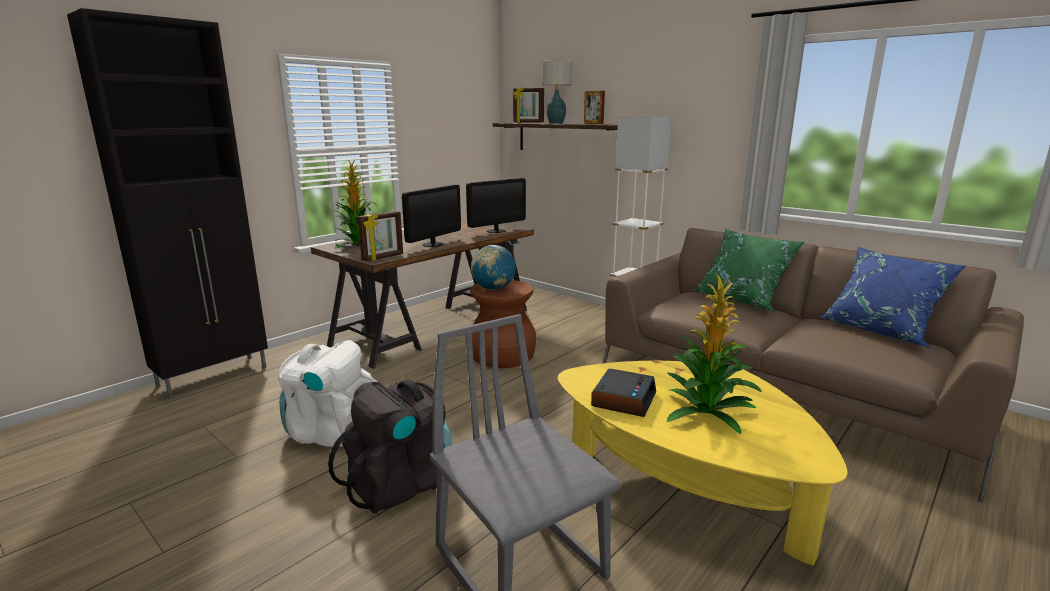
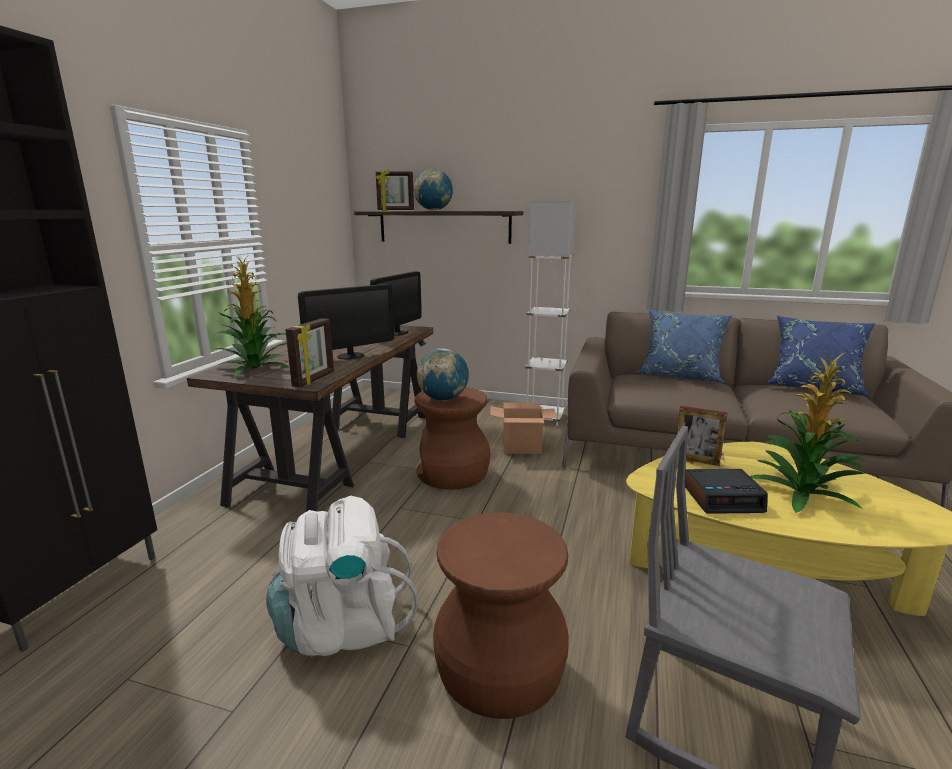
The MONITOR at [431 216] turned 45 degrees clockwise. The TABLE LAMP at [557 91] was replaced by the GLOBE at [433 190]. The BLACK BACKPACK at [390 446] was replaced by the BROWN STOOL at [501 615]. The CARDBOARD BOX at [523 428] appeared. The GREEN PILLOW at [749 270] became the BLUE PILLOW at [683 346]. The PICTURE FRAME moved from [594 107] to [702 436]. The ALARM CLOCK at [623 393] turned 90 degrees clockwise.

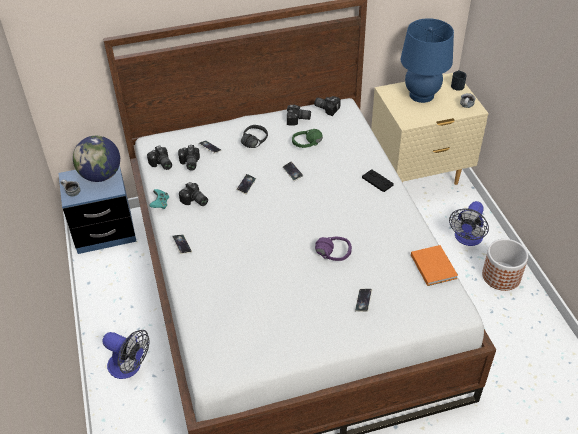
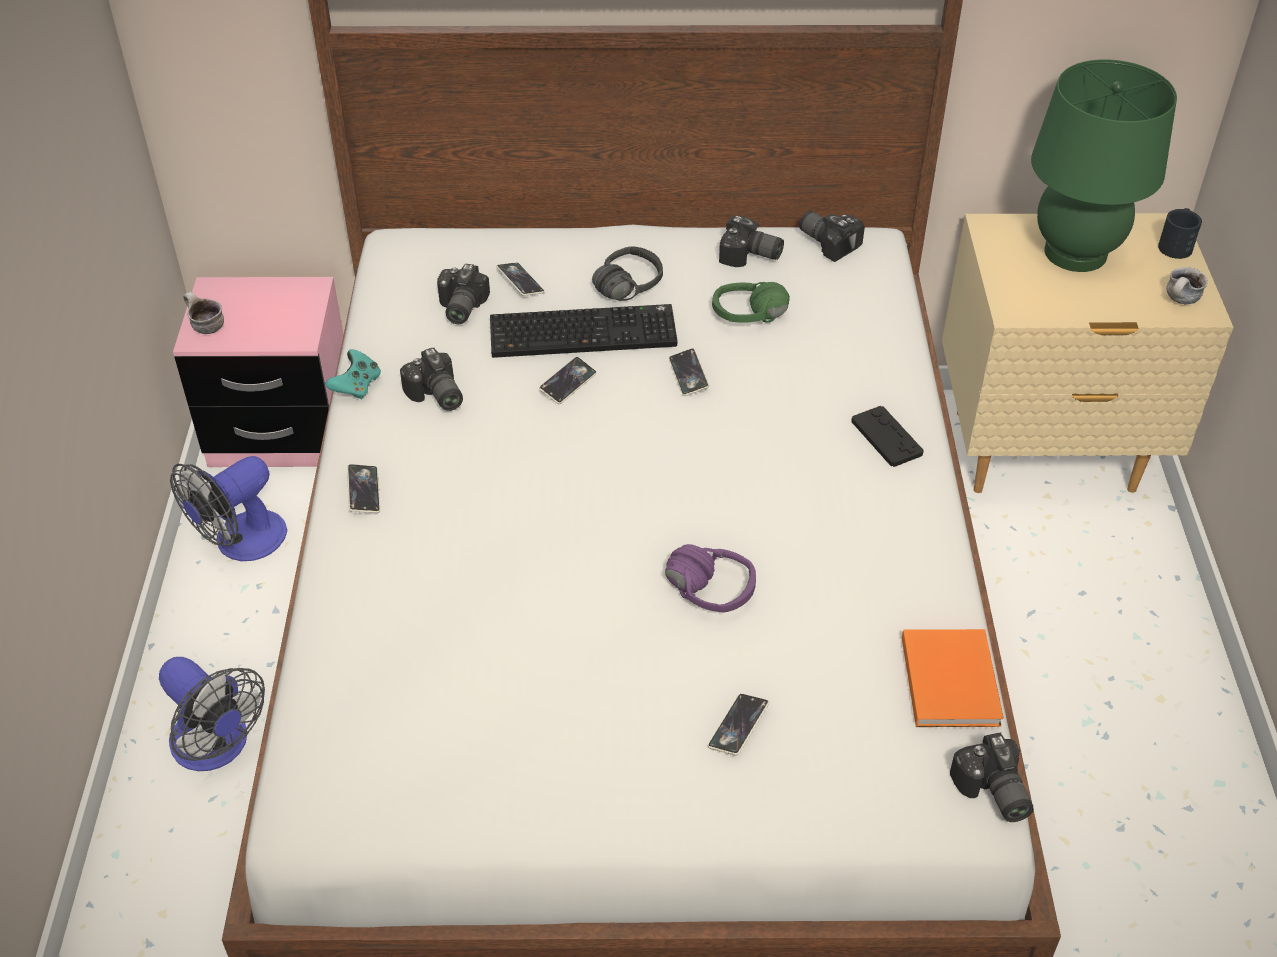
The FAN moved from [469 223] to [228 508]. The BLUE NIGHTSTAND at [97 209] became the PINK NIGHTSTAND at [258 372]. The KEYBOARD at [583 331] appeared. The PHOTO CAMERA moved from [159 157] to [992 777]. The BLUE TABLE LAMP at [427 60] became the GREEN TABLE LAMP at [1104 165]. The GLOBE at [96 159] disappeared. The PLANTER at [505 265] disappeared.

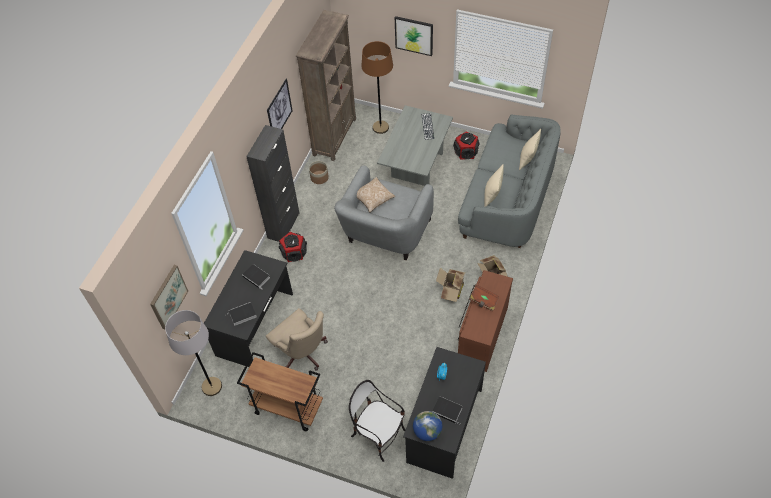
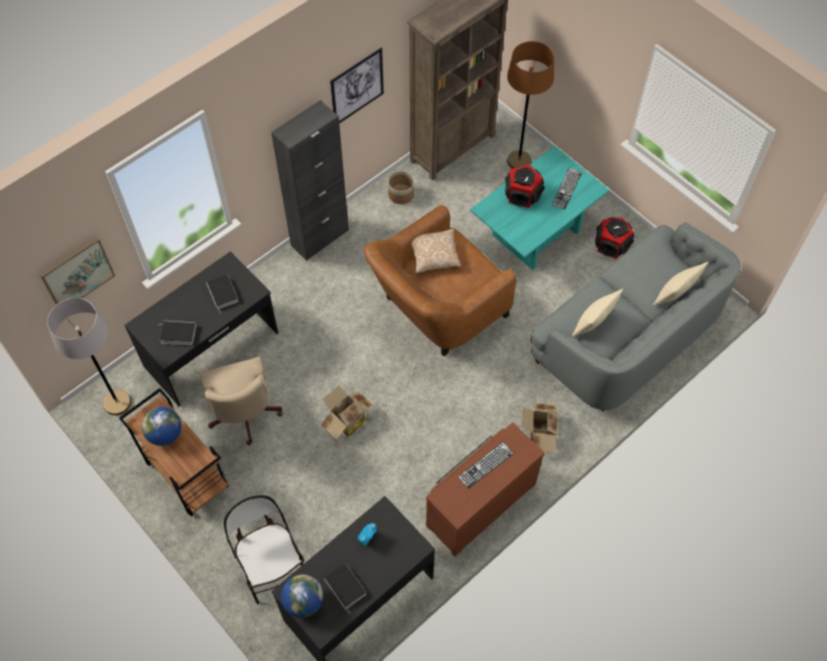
The GLOBE at [161 426] appeared. The CARDBOARD BOX moved from [450 285] to [347 412]. The GREY ARMCHAIR at [384 212] became the BROWN ARMCHAIR at [440 280]. The BROWN BOOK at [484 297] was replaced by the KEYBOARD at [486 465]. The GREY COFFEE TABLE at [415 145] became the TURQUOISE COFFEE TABLE at [539 208]. The SPEAKER moved from [293 247] to [524 186]. The PICTURE at [414 36] disappeared.

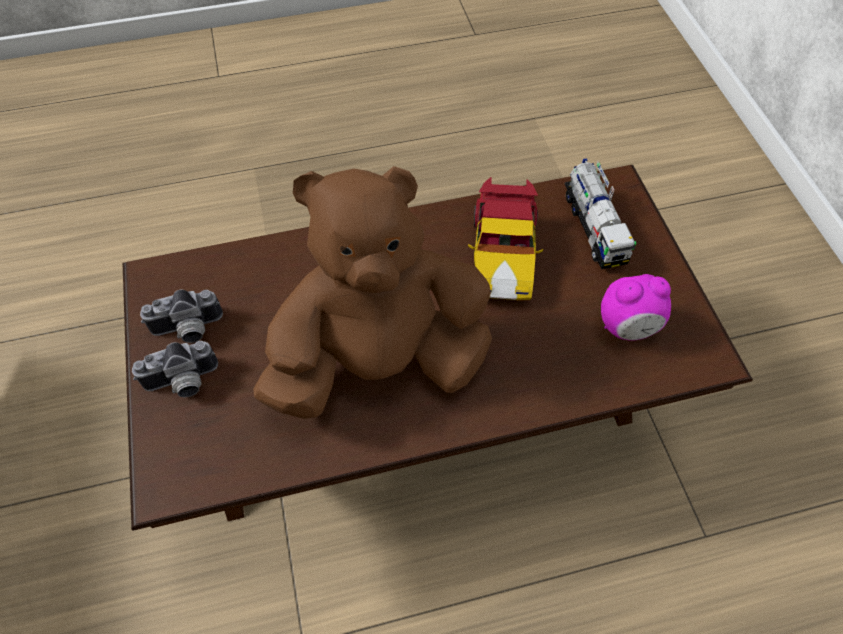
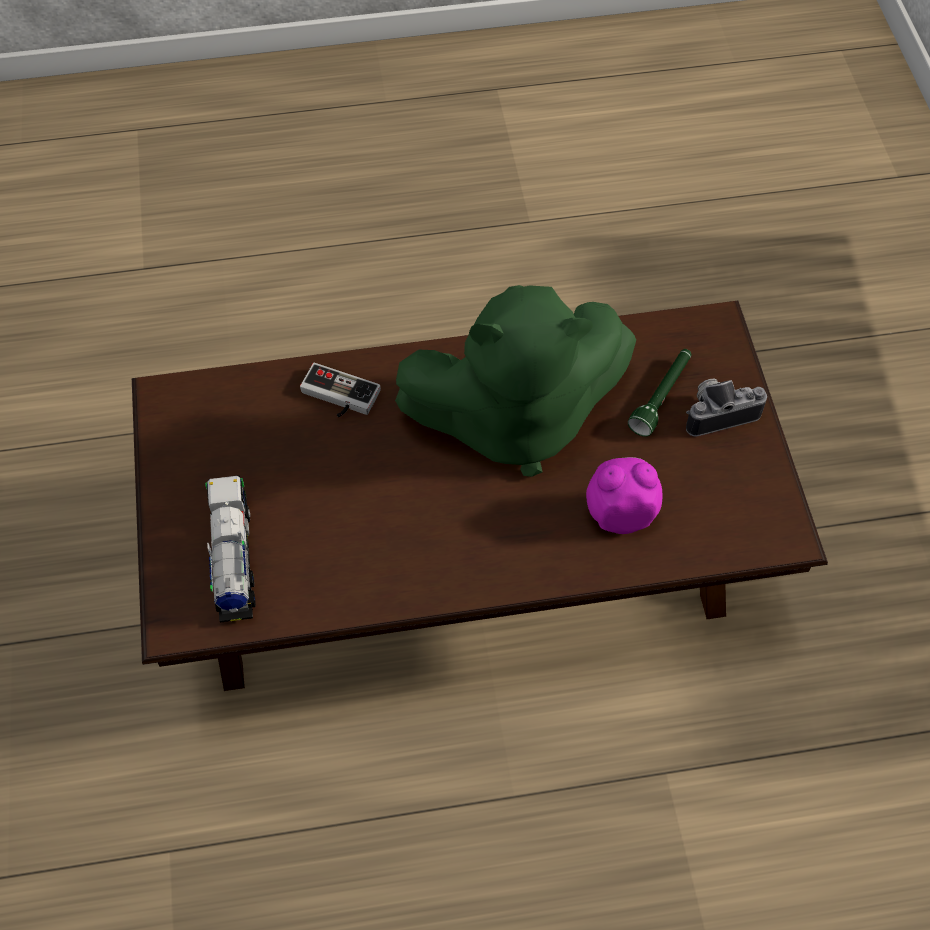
The GAME CONTROLLER at [340 390] appeared. The BROWN PLUSH TOY at [372 292] became the GREEN PLUSH TOY at [515 381]. The ALARM CLOCK moved from [636 307] to [624 495]. The GREEN FLASHLIGHT at [659 393] appeared. The PHOTO CAMERA at [181 316] disappeared. The TOY CAR at [505 239] disappeared.

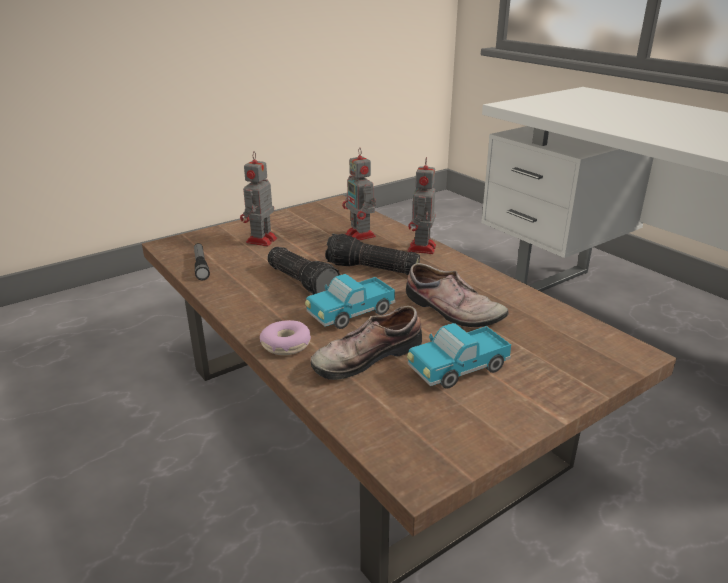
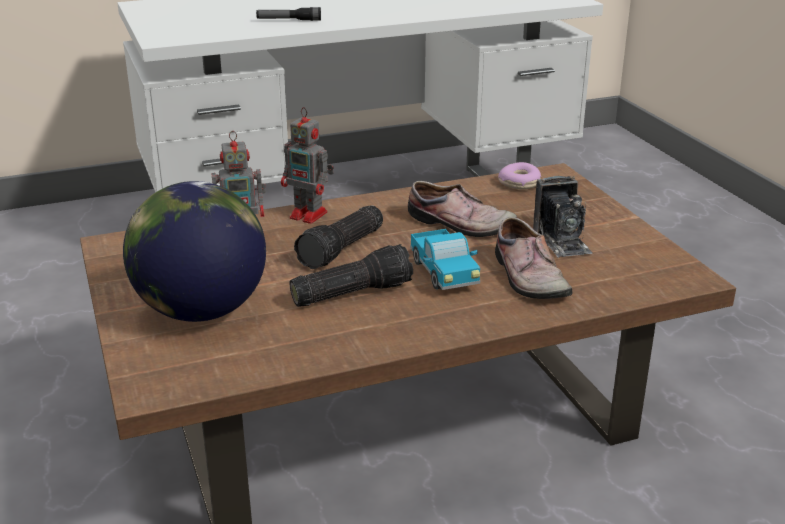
The TOY ROBOT at [259 199] was replaced by the GLOBE at [194 251]. The FLASHLIGHT moved from [202 261] to [288 14]. The SHOE at [457 295] turned 60 degrees clockwise. The DONUT moved from [285 337] to [519 175]. The TOY TRUCK at [459 356] was replaced by the PHOTO CAMERA at [562 217].

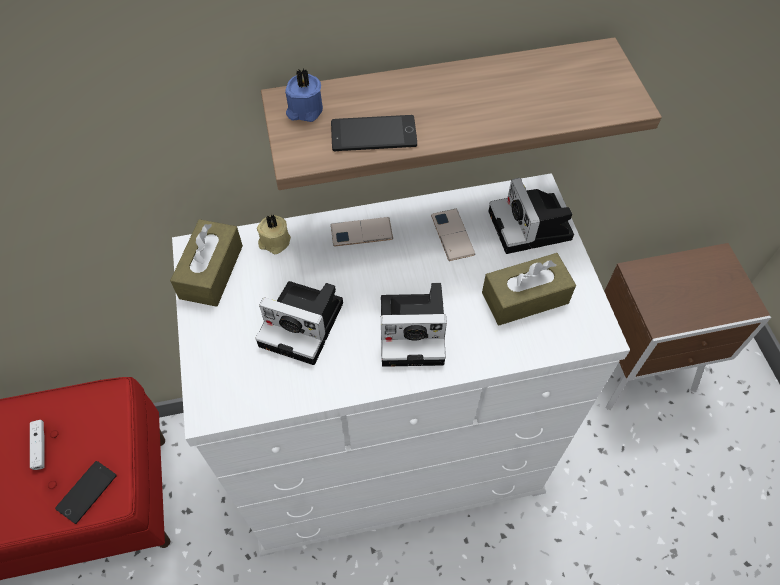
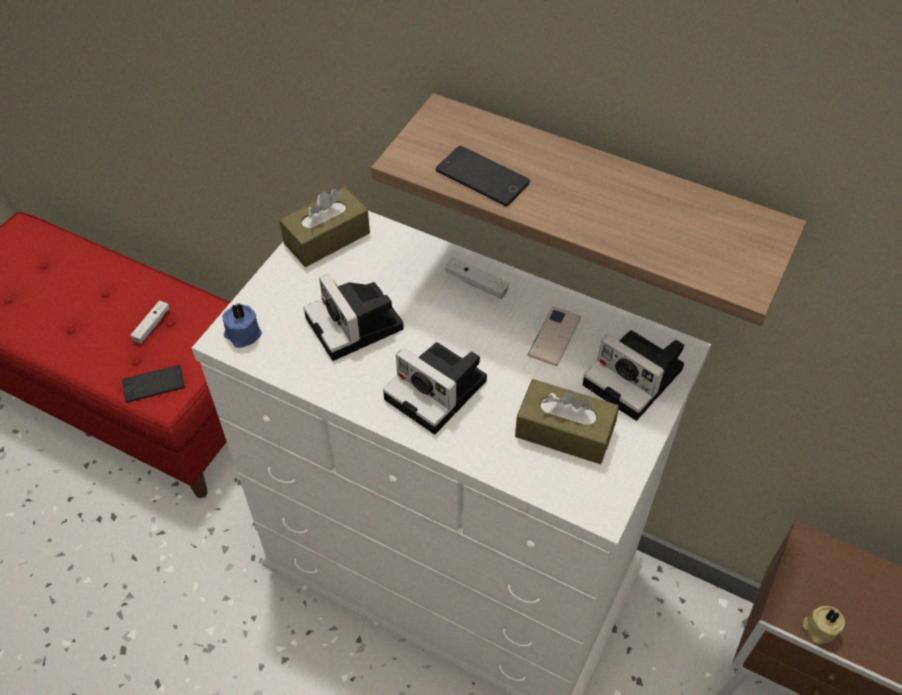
The BLUE CANDLE moved from [304 95] to [242 325]. The PHONE at [362 231] was replaced by the WHITE GAME CONTROLLER at [477 278]. The PHOTO CAMERA at [531 216] turned 75 degrees counterclockwise. The BEIGE CANDLE moved from [274 234] to [824 625].

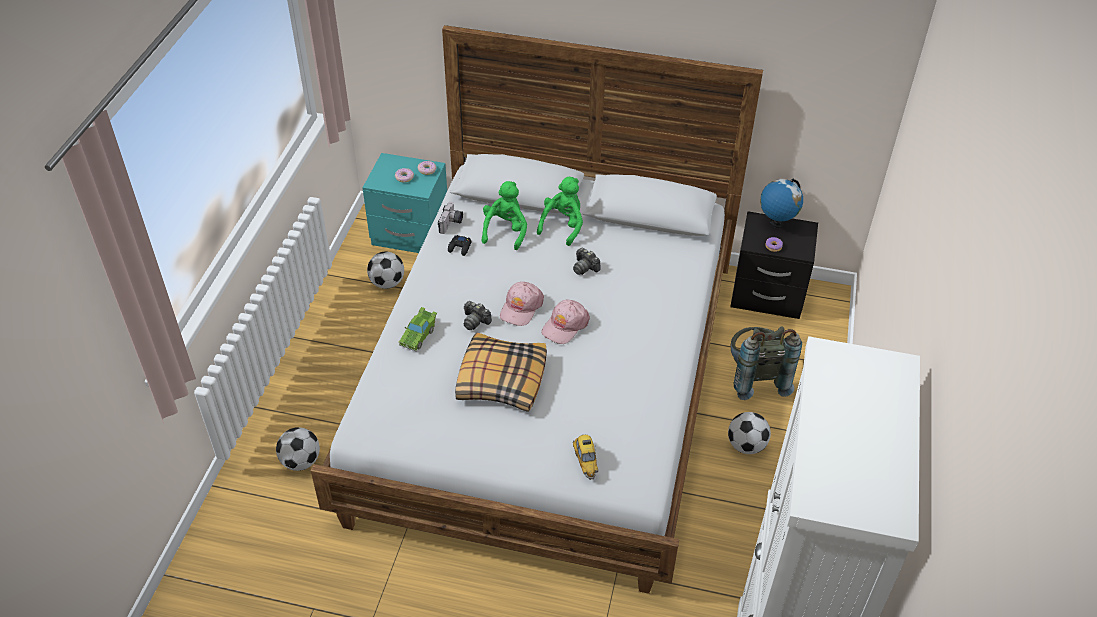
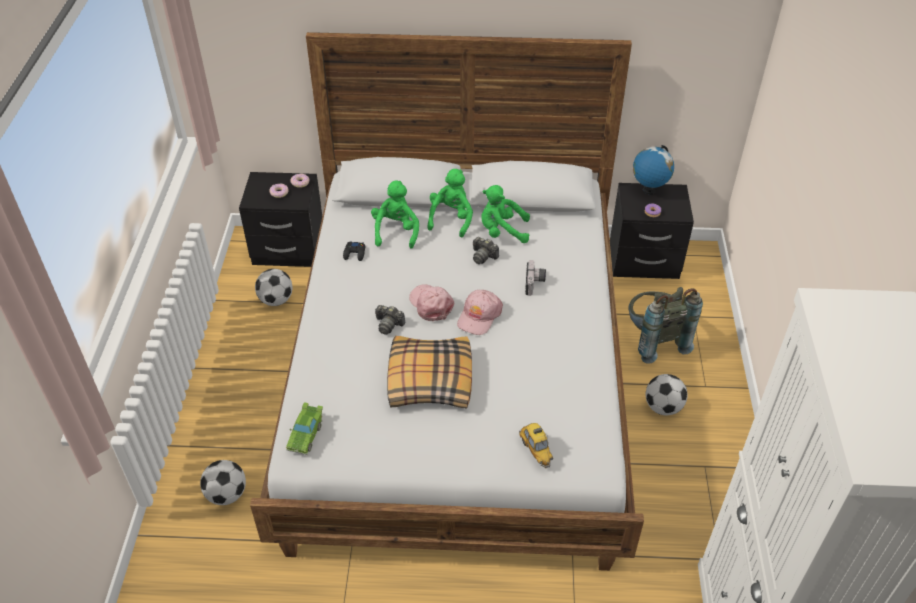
The TURQUOISE NIGHTSTAND at [404 203] became the BLACK NIGHTSTAND at [280 219]. The GREEN TOY CAR moved from [418 329] to [304 428]. The PINK CAP at [522 304] turned 135 degrees clockwise. The GREEN PLUSH TOY at [505 214] appeared. The PHOTO CAMERA moved from [450 218] to [535 278].

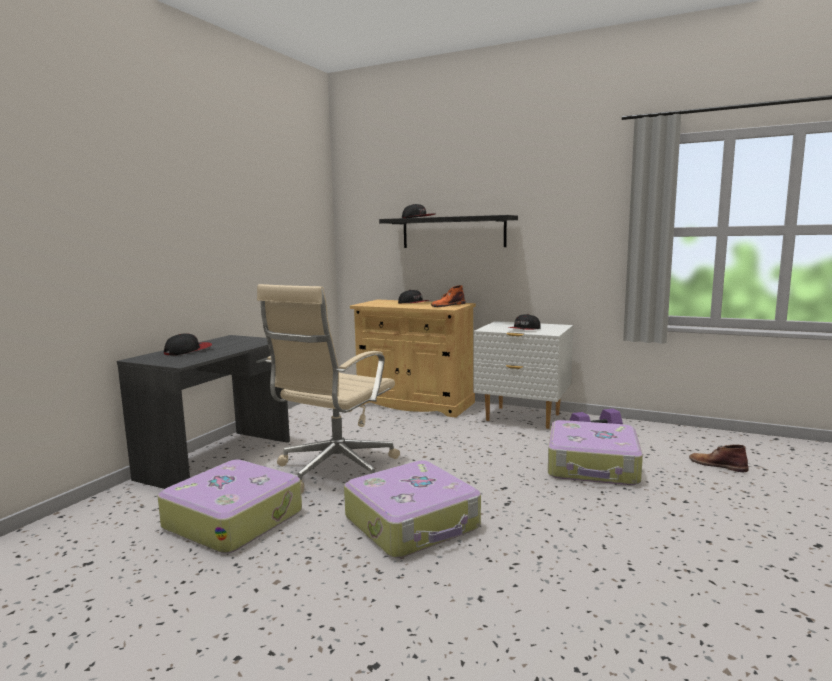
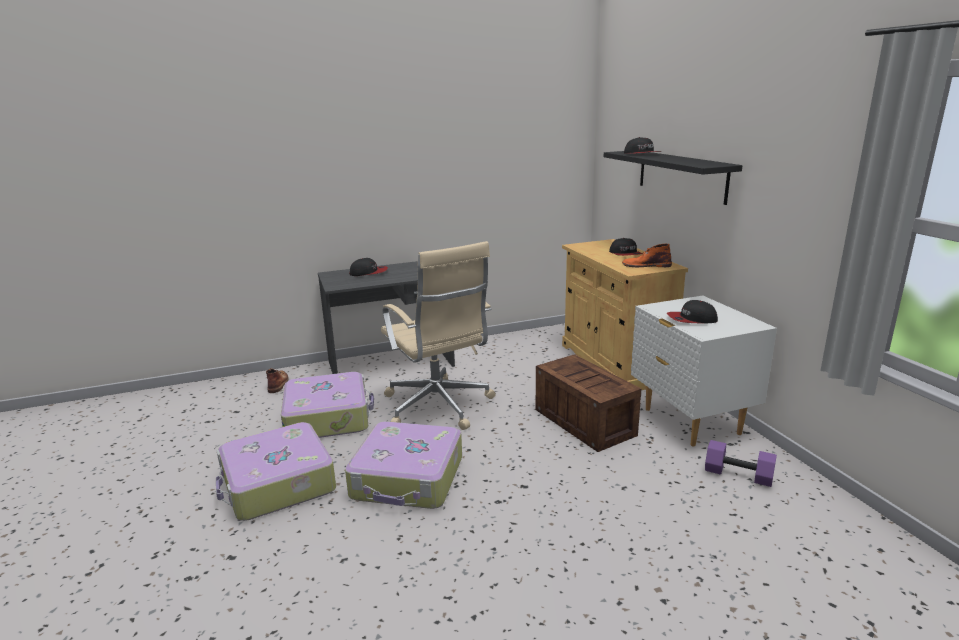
The SUITCASE moved from [595 452] to [276 471]. The BROWN BOOT moved from [719 458] to [277 380]. The BEIGE OFFICE CHAIR at [328 389] turned 105 degrees counterclockwise. The CRATE at [588 403] appeared.

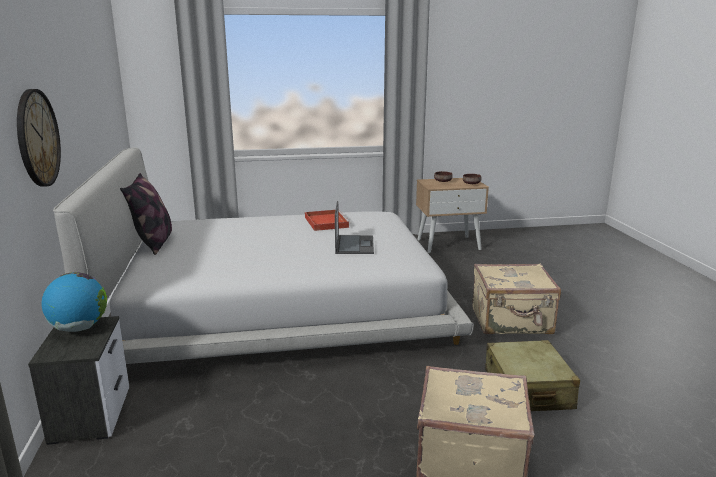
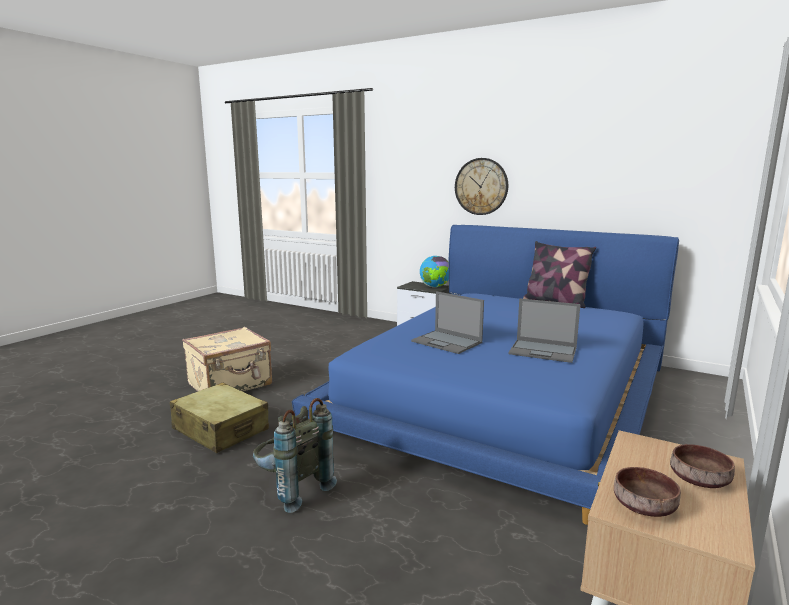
The BEIGE SUITCASE at [516 299] was replaced by the GREY BACKPACK at [295 455]. The WHITE BED at [263 255] became the BLUE BED at [485 375]. The RED TRAY at [328 220] was replaced by the LAPTOP at [544 331].

